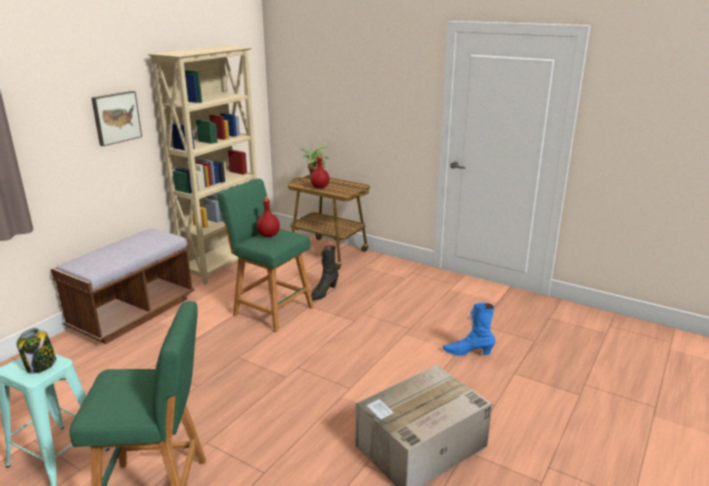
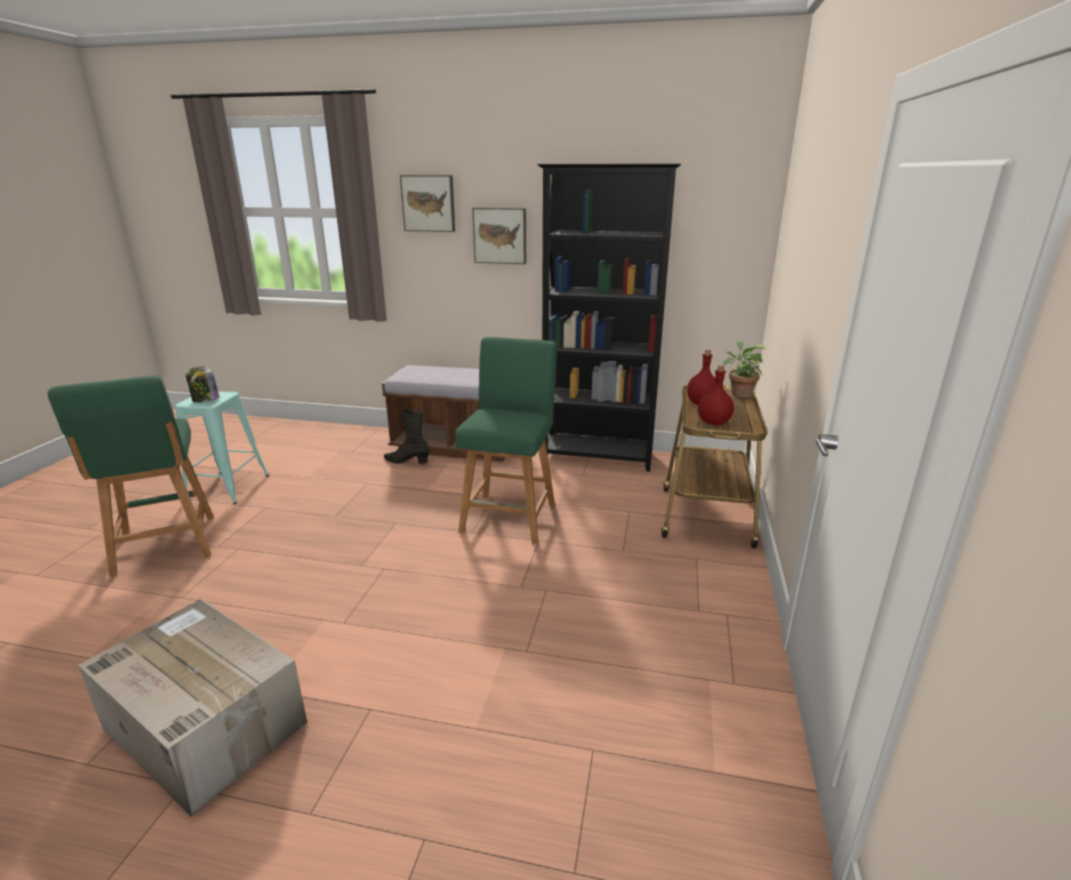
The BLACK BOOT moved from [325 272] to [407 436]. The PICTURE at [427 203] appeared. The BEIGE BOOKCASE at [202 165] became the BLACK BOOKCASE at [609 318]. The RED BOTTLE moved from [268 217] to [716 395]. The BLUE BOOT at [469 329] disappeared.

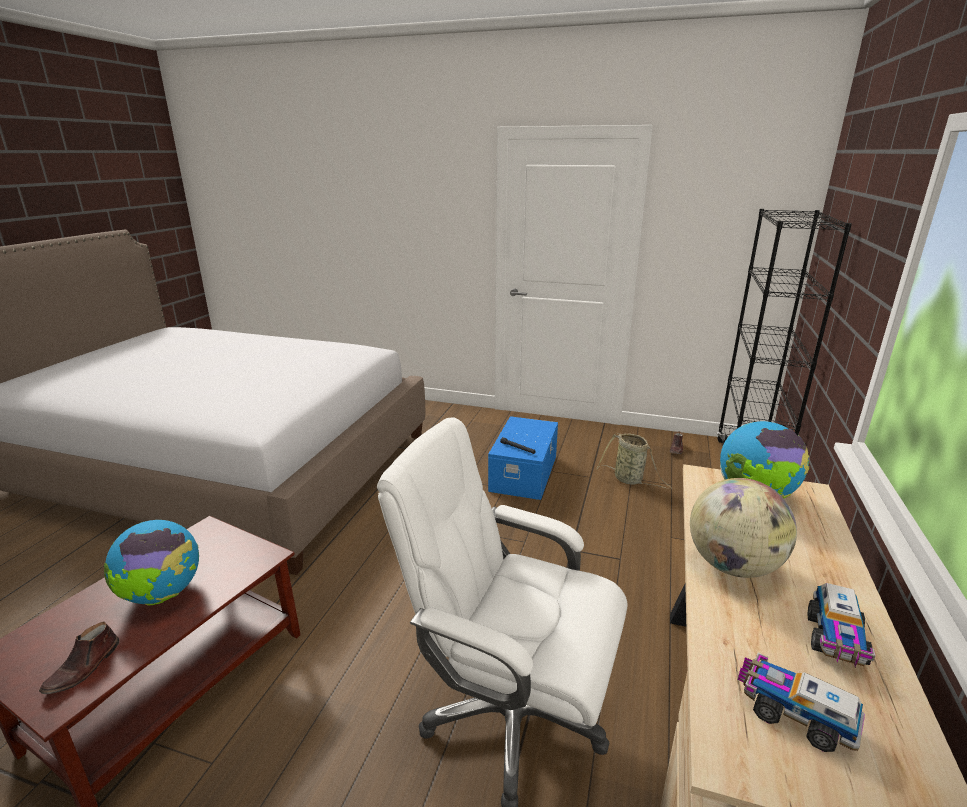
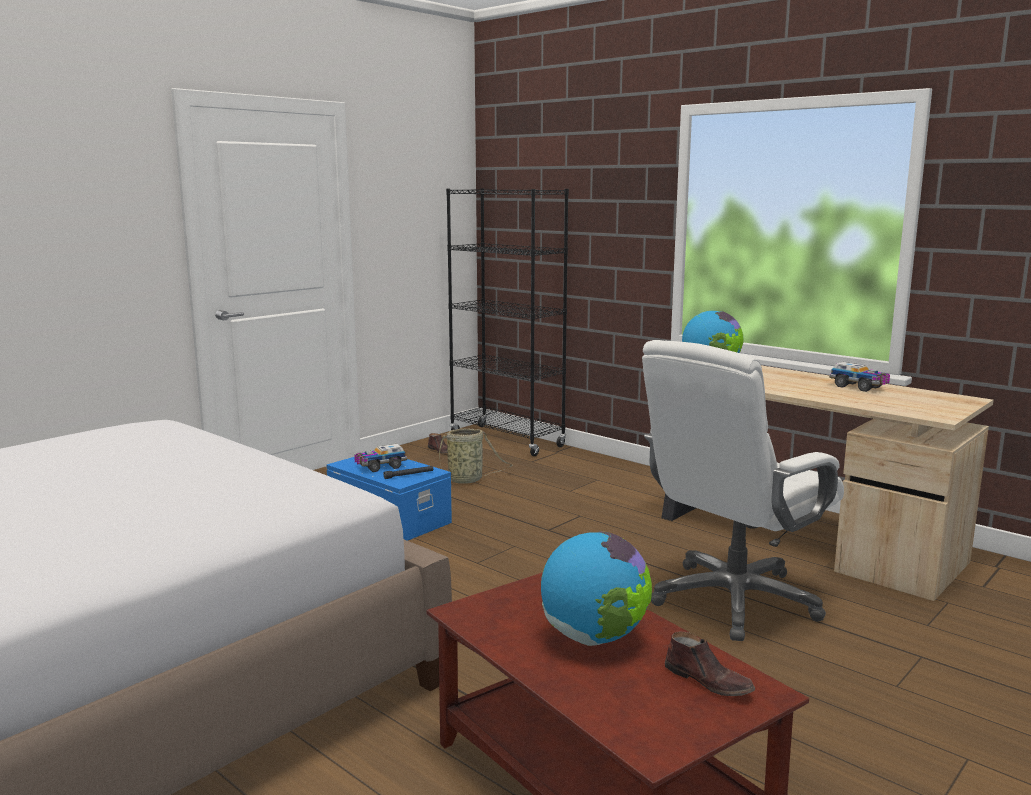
The TOY TRUCK moved from [801 702] to [380 458]. The GLOBE at [743 528] disappeared.

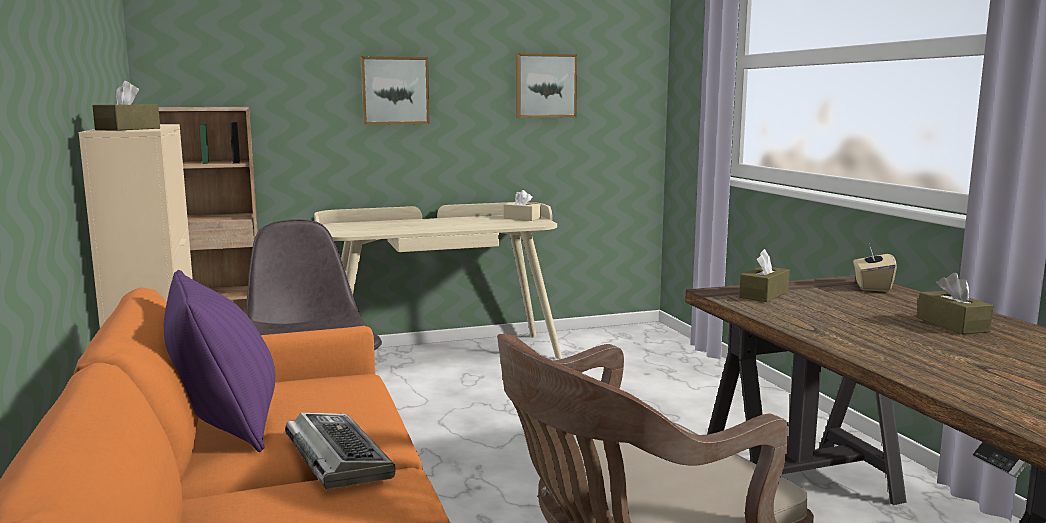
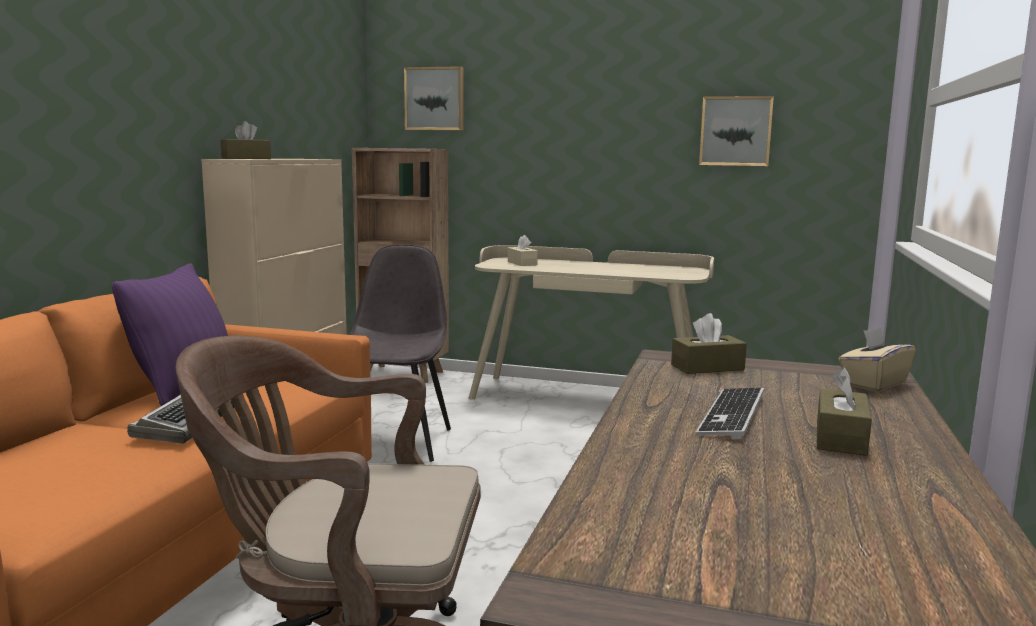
The PICTURE moved from [395 90] to [434 98]. The BEIGE TISSUE BOX moved from [522 205] to [523 250]. The KEYBOARD at [730 413] appeared.

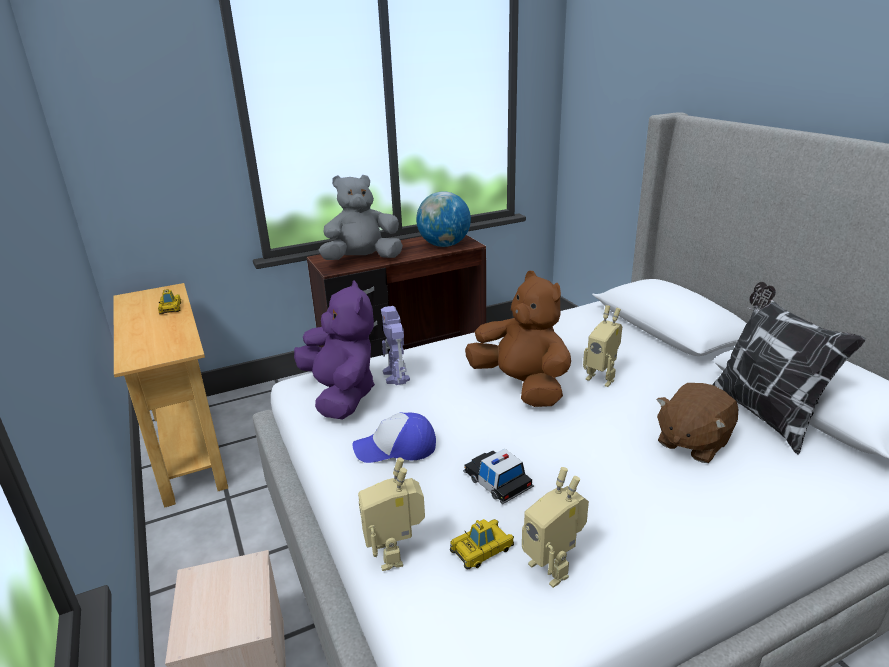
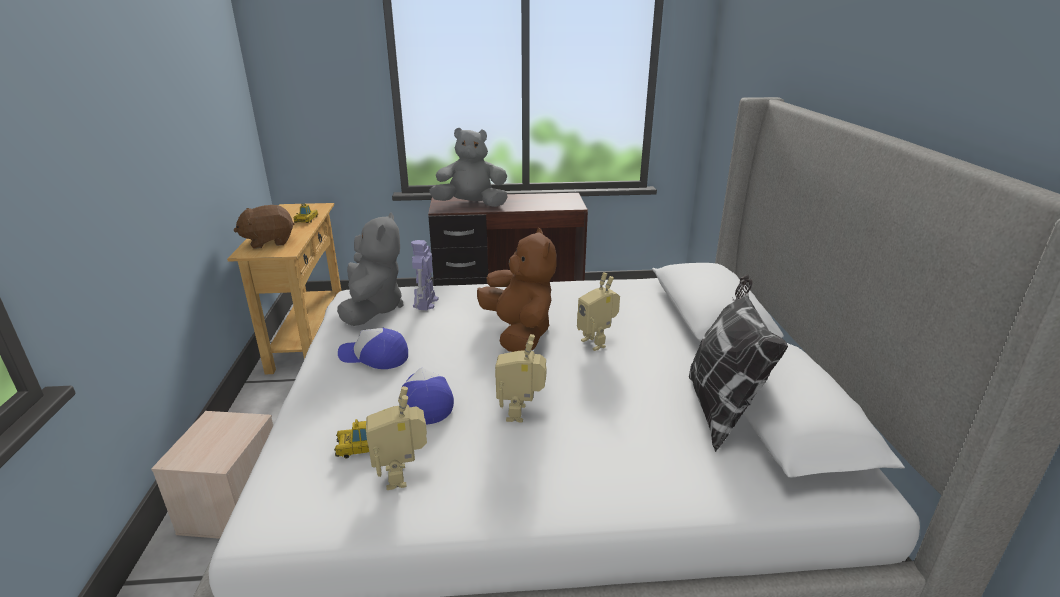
The BROWN PLUSH TOY moved from [697 423] to [263 227]. The PURPLE PLUSH TOY at [334 349] became the GREY PLUSH TOY at [370 269]. The TOY CAR at [498 476] was replaced by the CAP at [428 396]. The TOY ROBOT moved from [391 514] to [520 378]. The GLOBE at [443 219] disappeared.

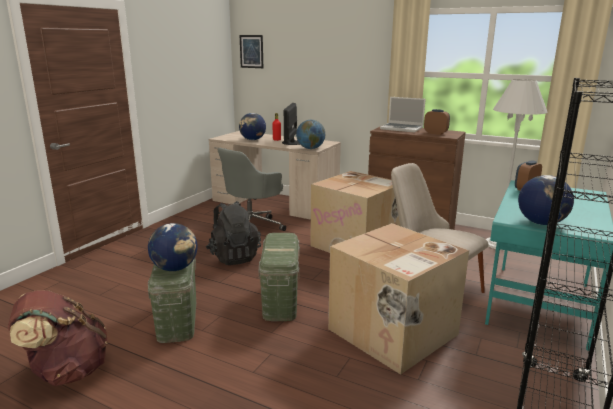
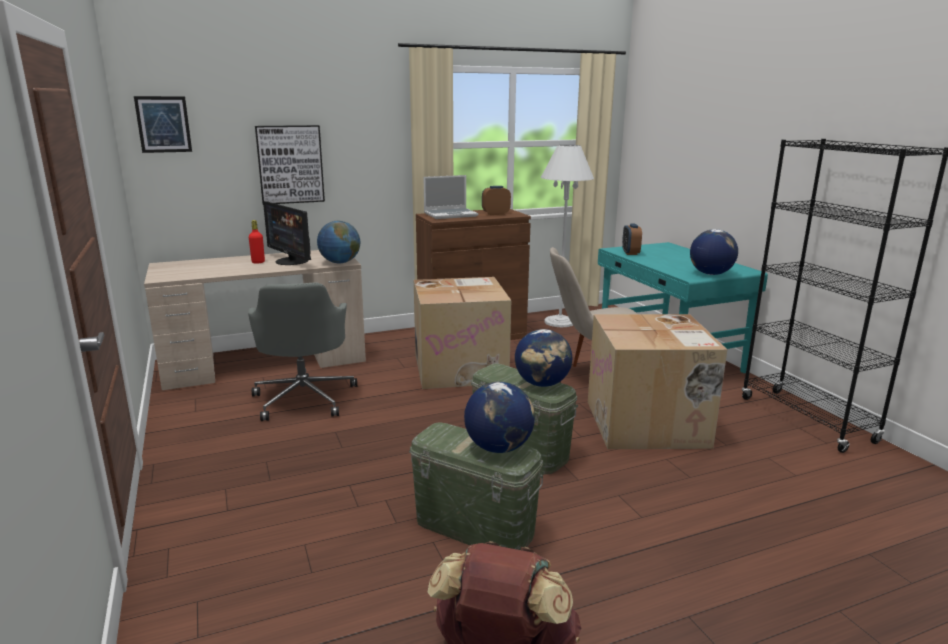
The PICTURE at [290 164] appeared. The GLOBE moved from [252 126] to [543 358]. The BLACK BACKPACK at [233 233] disappeared.

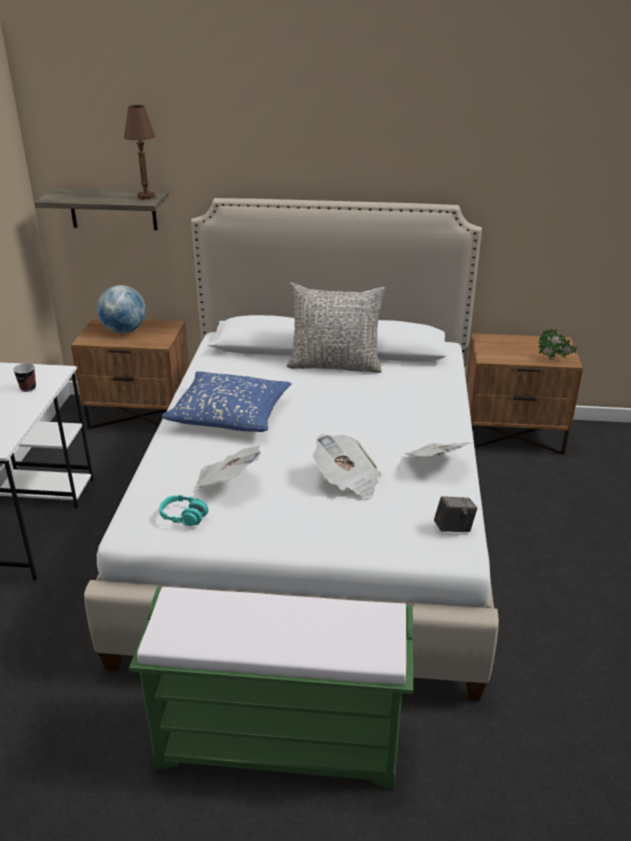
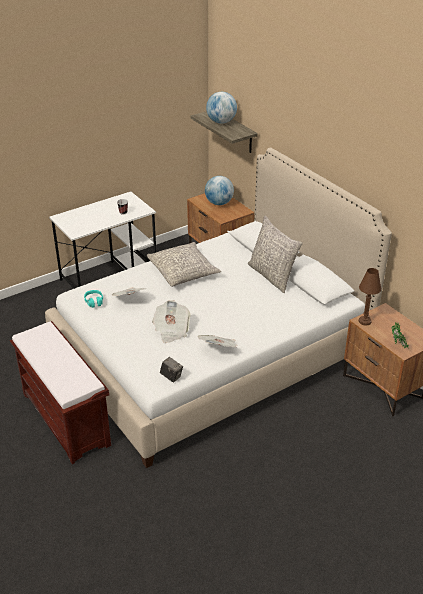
The GREEN BENCH at [271 688] became the BROWN BENCH at [60 392]. The BLUE PILLOW at [226 401] became the GREY PILLOW at [184 264]. The GLOBE at [221 108] appeared. The BROWN TABLE LAMP moved from [139 152] to [370 297].

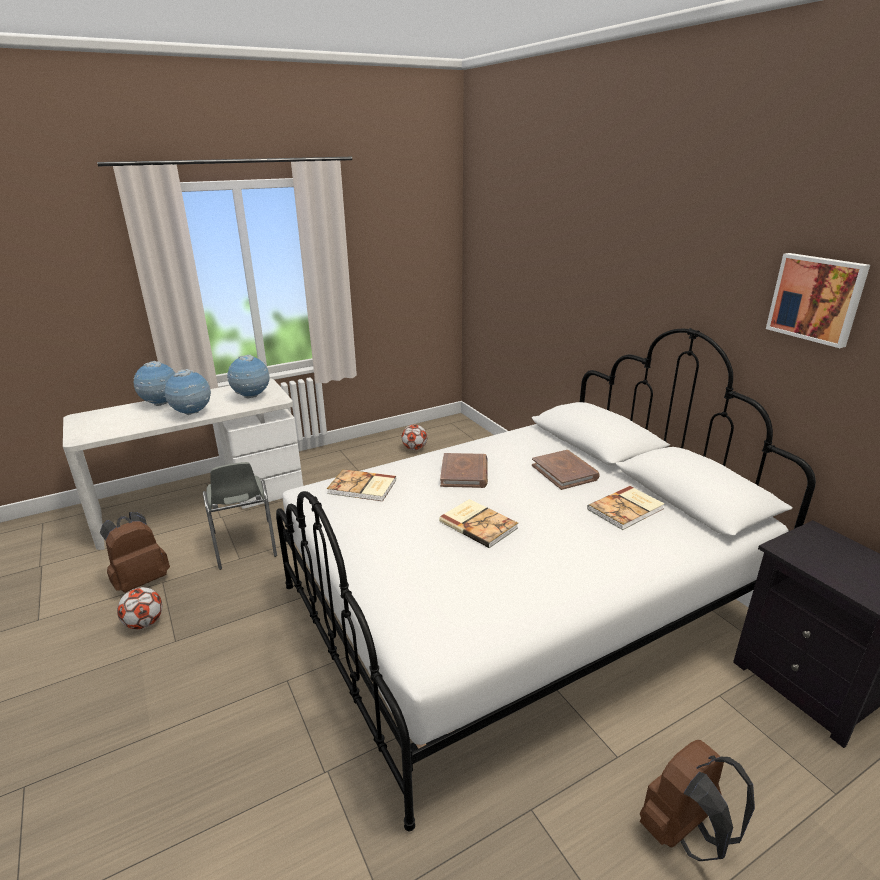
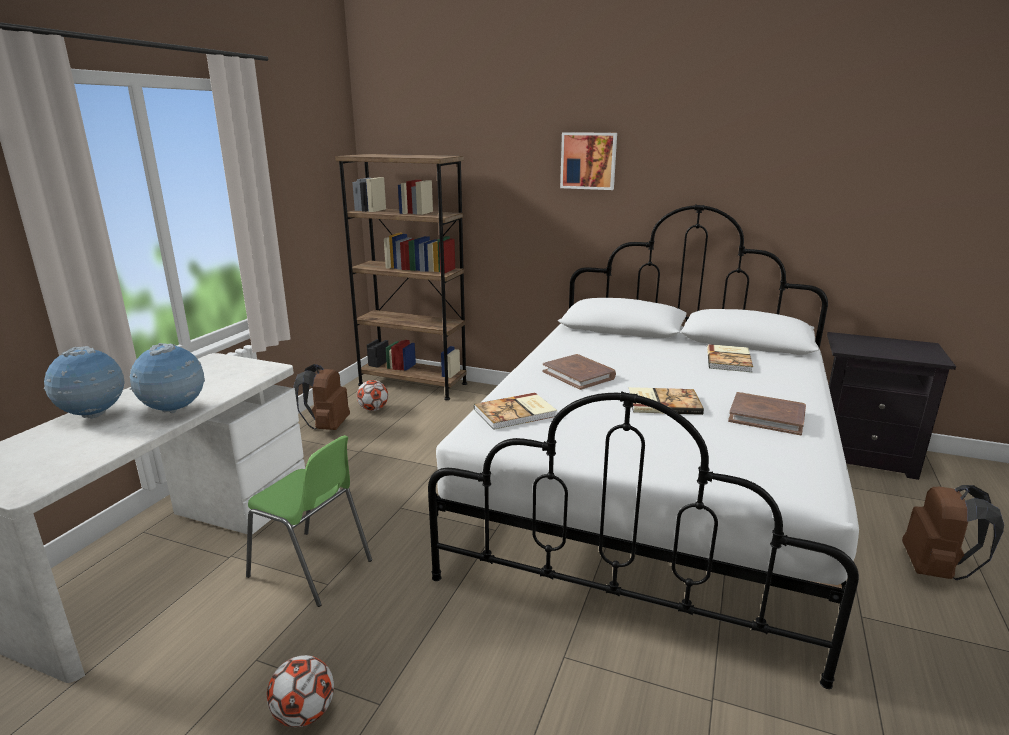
The GREY CHAIR at [240 516] became the GREEN CHAIR at [309 521]. The BROWN BACKPACK moved from [135 552] to [322 397]. The BROWN BOOKCASE at [401 277] appeared. The PICTURE moved from [818 300] to [588 161]. The BROWN BOOK moved from [566 470] to [767 413]. The GLOBE at [248 376] disappeared.

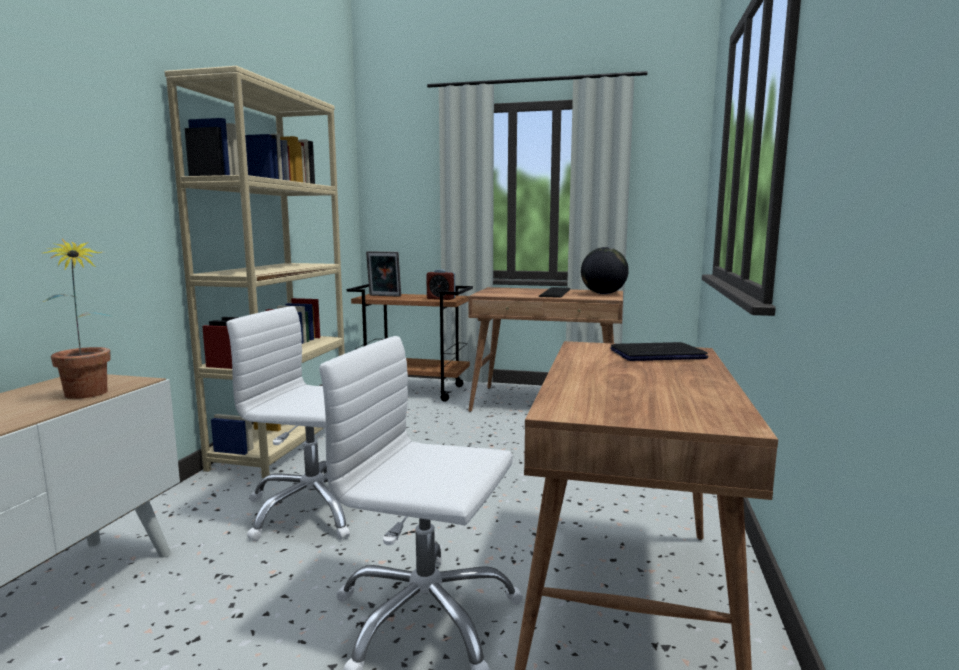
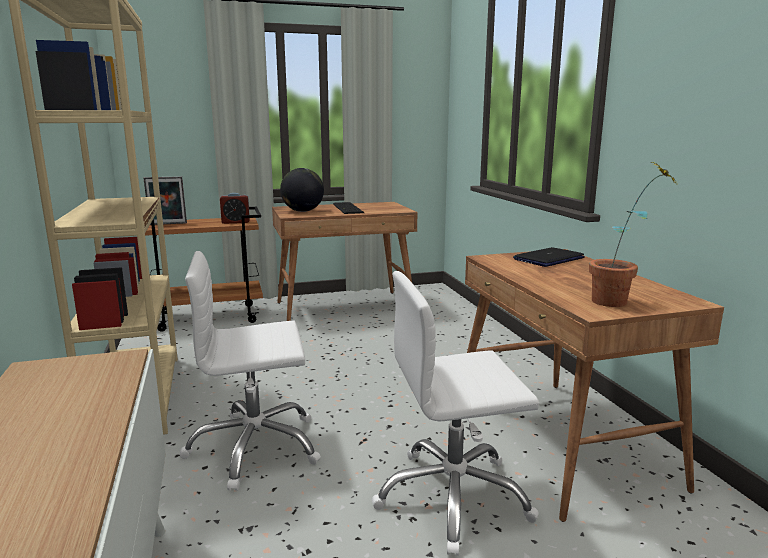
The GLOBE moved from [605 270] to [302 190]. The POTTED PLANT moved from [75 318] to [633 233].

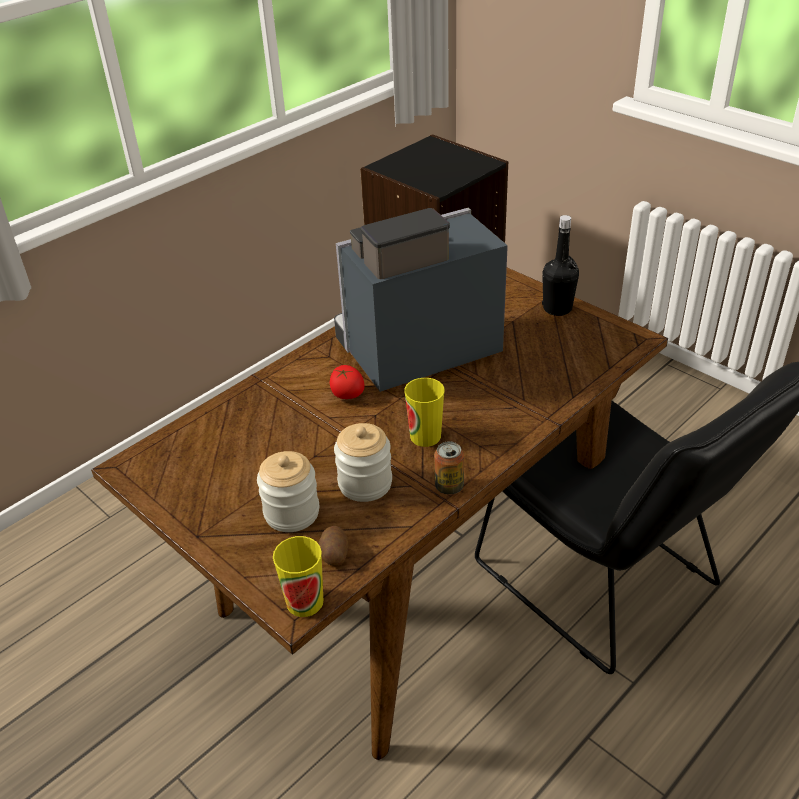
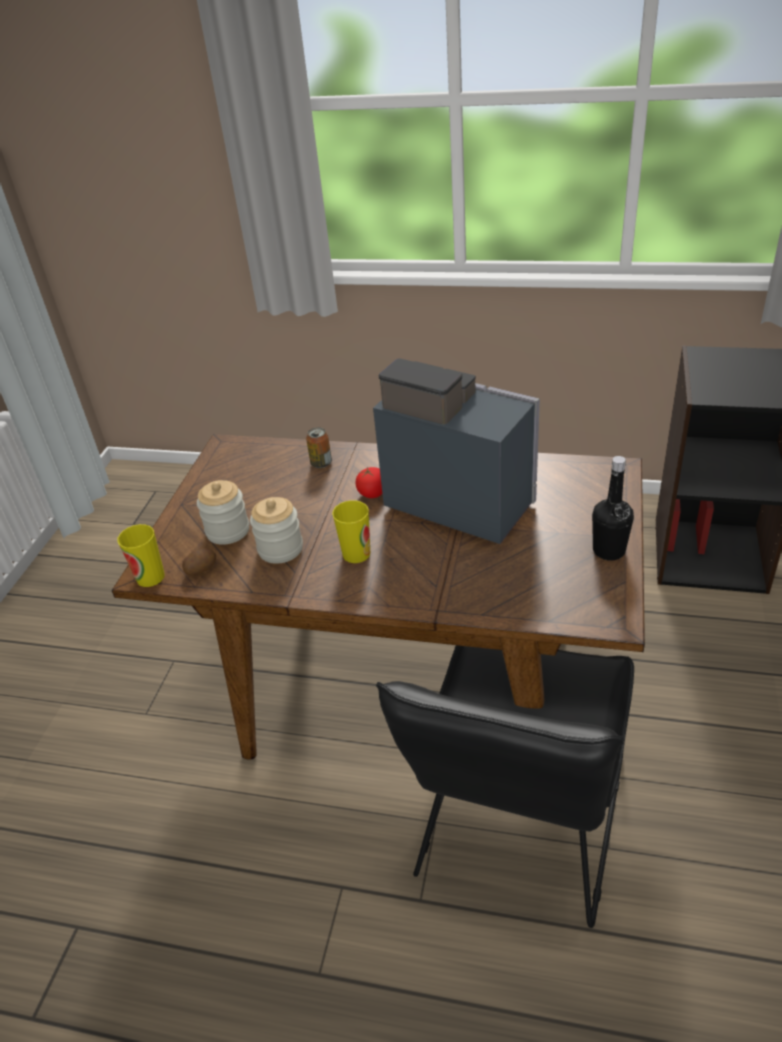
The CAN moved from [449 468] to [319 447].

